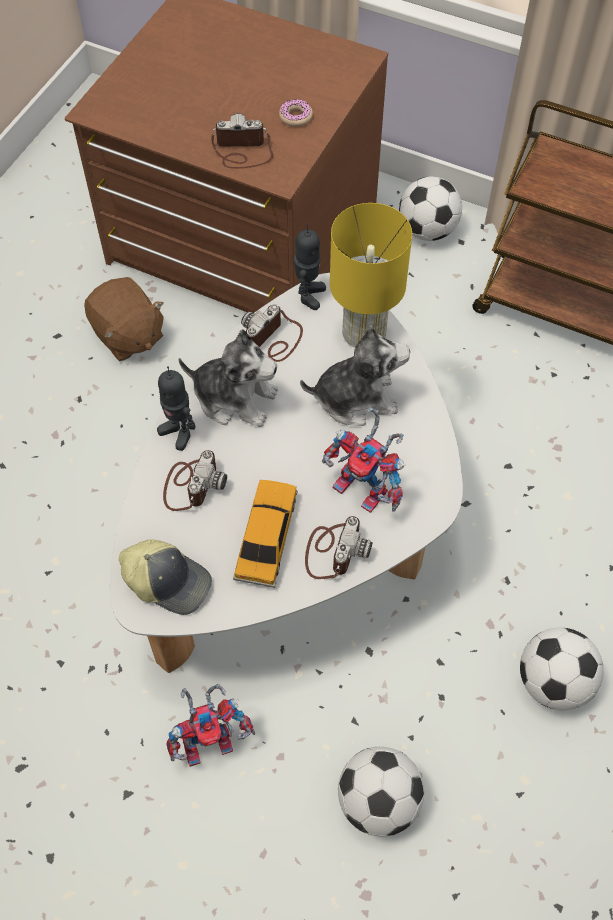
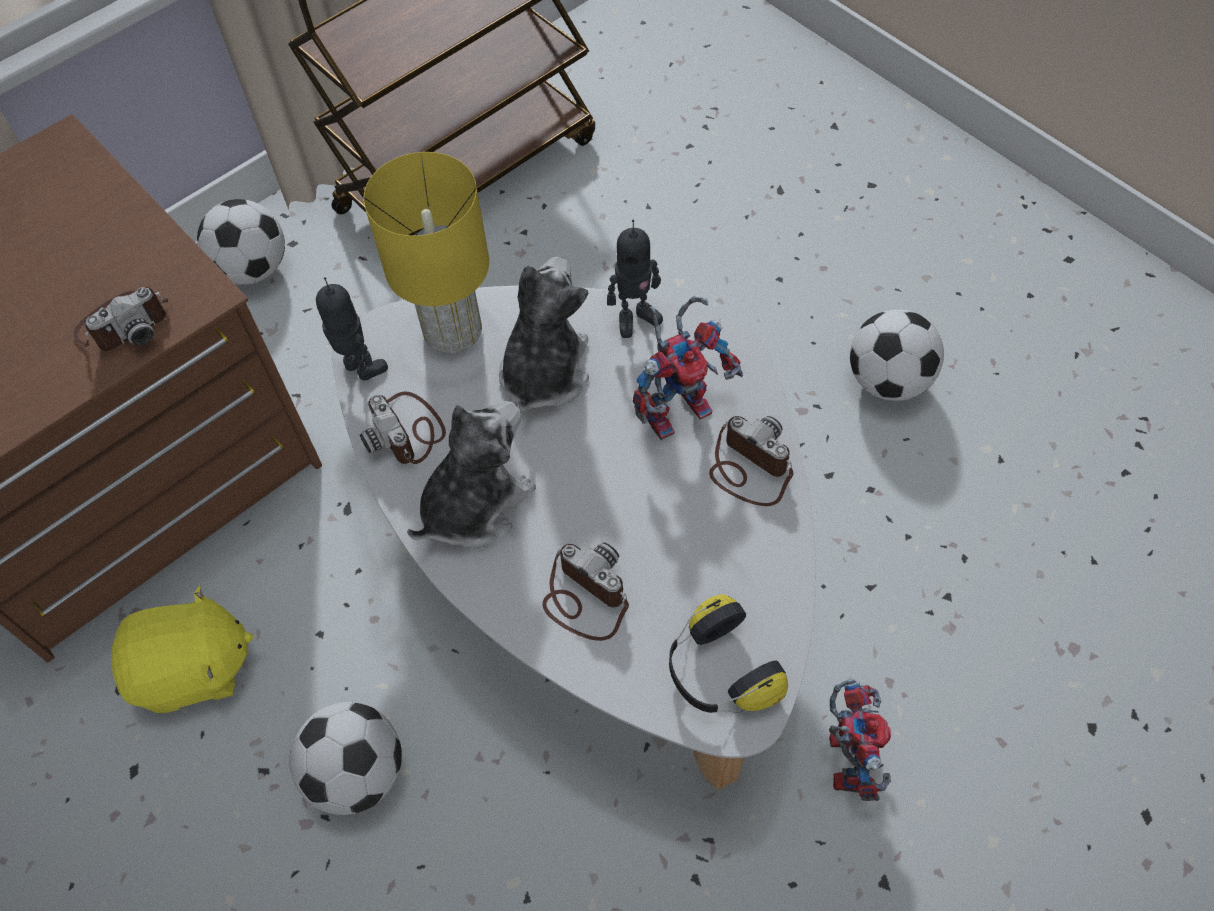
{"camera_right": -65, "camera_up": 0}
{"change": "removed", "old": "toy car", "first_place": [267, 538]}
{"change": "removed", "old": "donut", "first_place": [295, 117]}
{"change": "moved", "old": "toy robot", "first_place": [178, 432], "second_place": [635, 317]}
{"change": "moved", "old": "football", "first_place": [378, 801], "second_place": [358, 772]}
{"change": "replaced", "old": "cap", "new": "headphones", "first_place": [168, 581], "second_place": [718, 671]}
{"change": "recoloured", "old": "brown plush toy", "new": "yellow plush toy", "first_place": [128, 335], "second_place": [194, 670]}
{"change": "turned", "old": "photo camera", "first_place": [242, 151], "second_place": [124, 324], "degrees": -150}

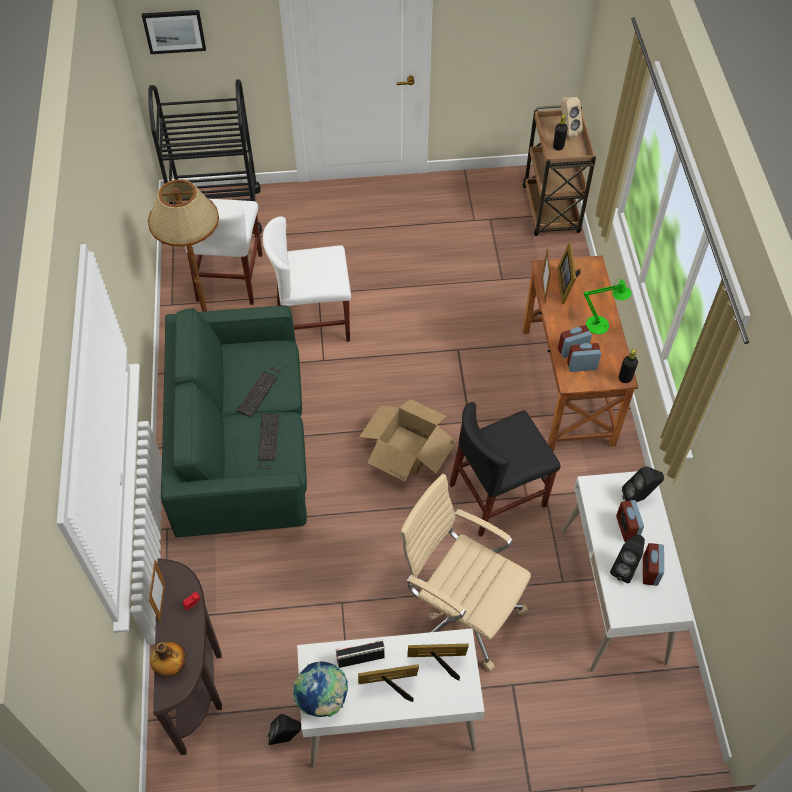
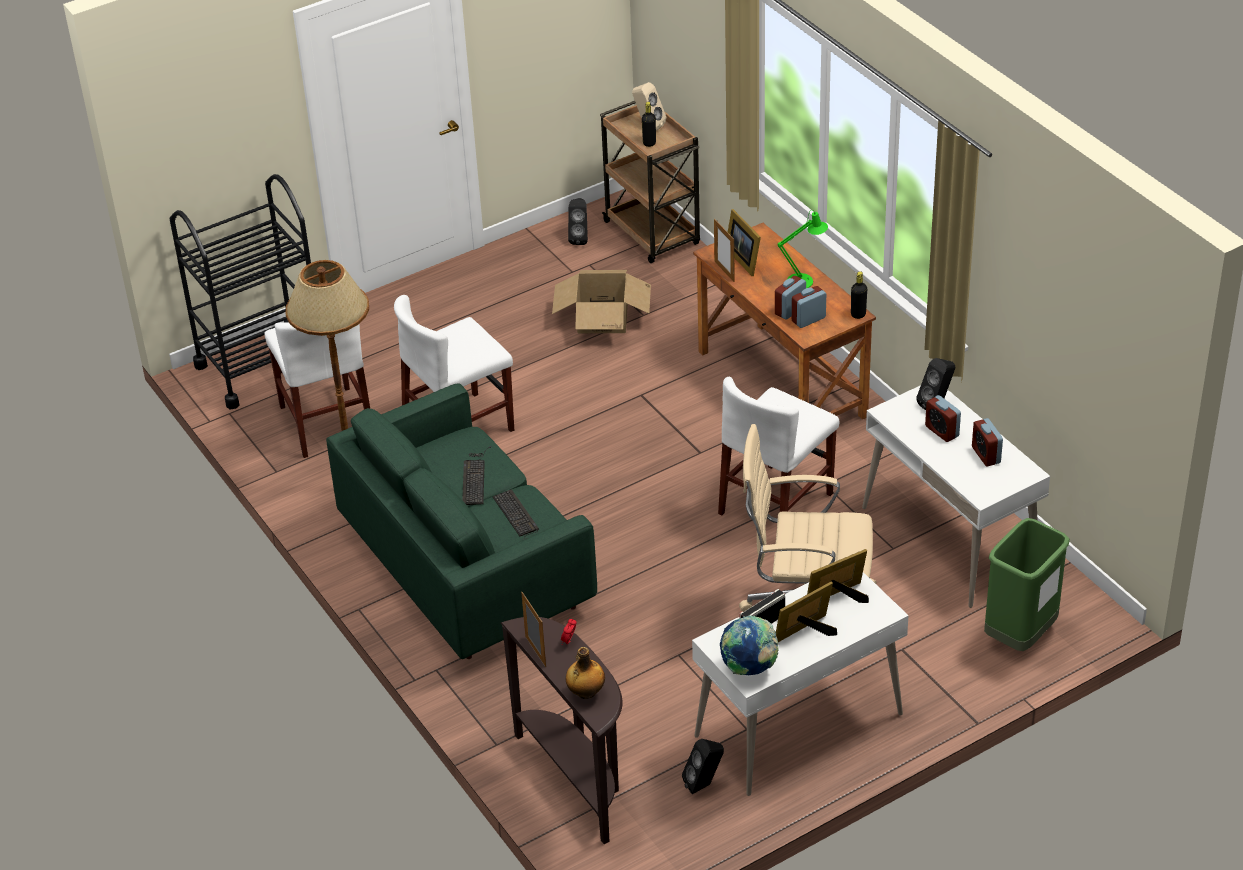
{"camera_right": -25, "camera_up": -15}
{"change": "removed", "old": "picture", "first_place": [174, 31]}
{"change": "added", "new": "green trash can", "second_place": [1020, 636]}
{"change": "moved", "old": "cardboard box", "first_place": [407, 450], "second_place": [603, 318]}
{"change": "moved", "old": "black speaker", "first_place": [625, 568], "second_place": [579, 238]}
{"change": "recoloured", "old": "black chair", "new": "white chair", "first_place": [498, 495], "second_place": [776, 503]}

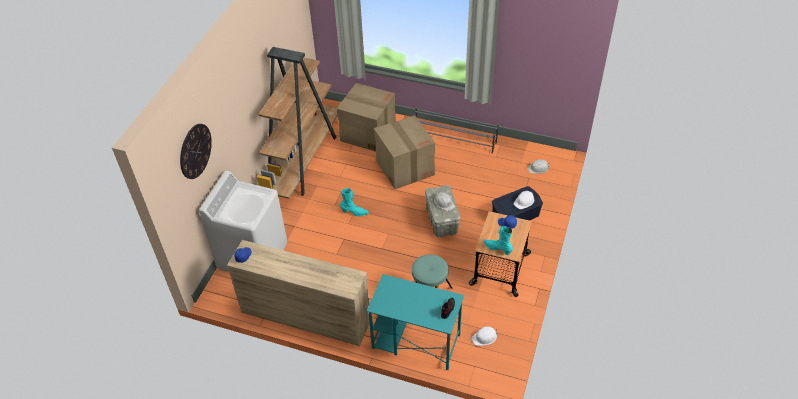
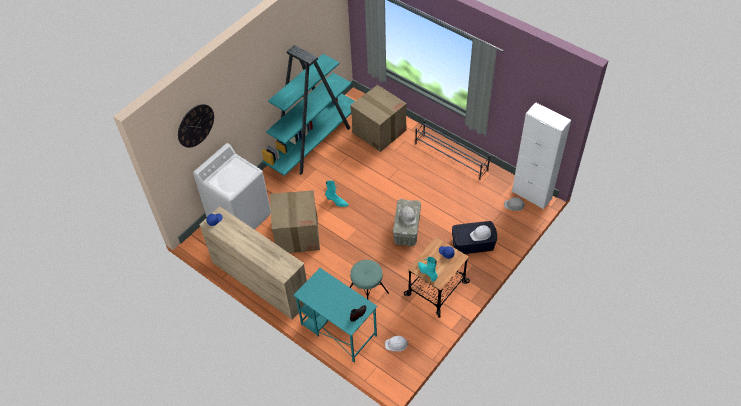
{"camera_right": 20, "camera_up": 5}
{"change": "added", "new": "white cabinet", "second_place": [531, 195]}
{"change": "moved", "old": "cardboard box", "first_place": [405, 167], "second_place": [297, 234]}
{"change": "recoloured", "old": "brown bookcase", "new": "turquoise bookcase", "first_place": [303, 160], "second_place": [314, 142]}

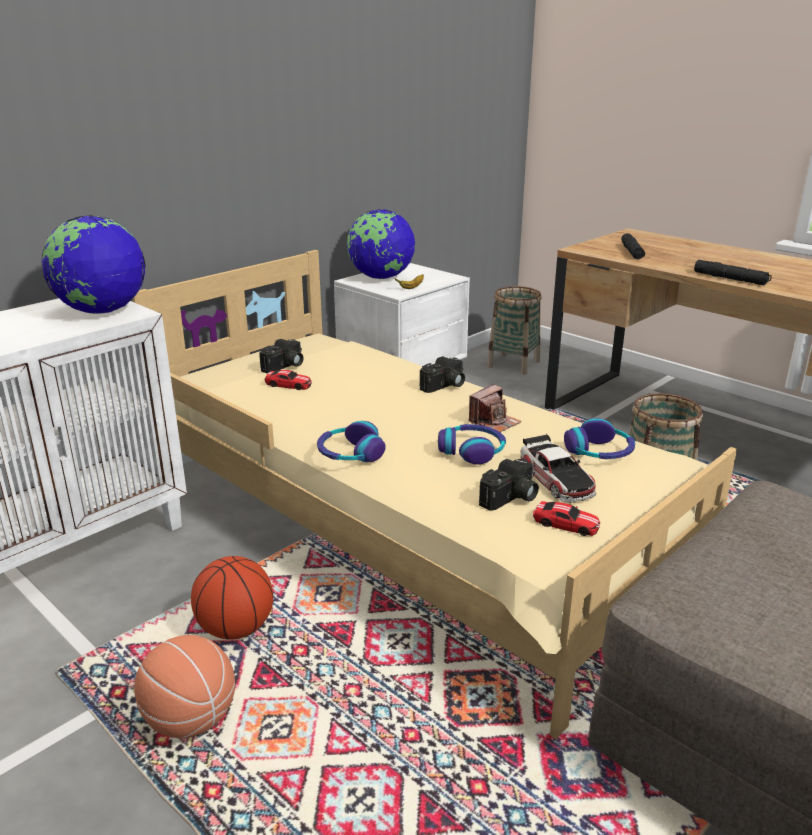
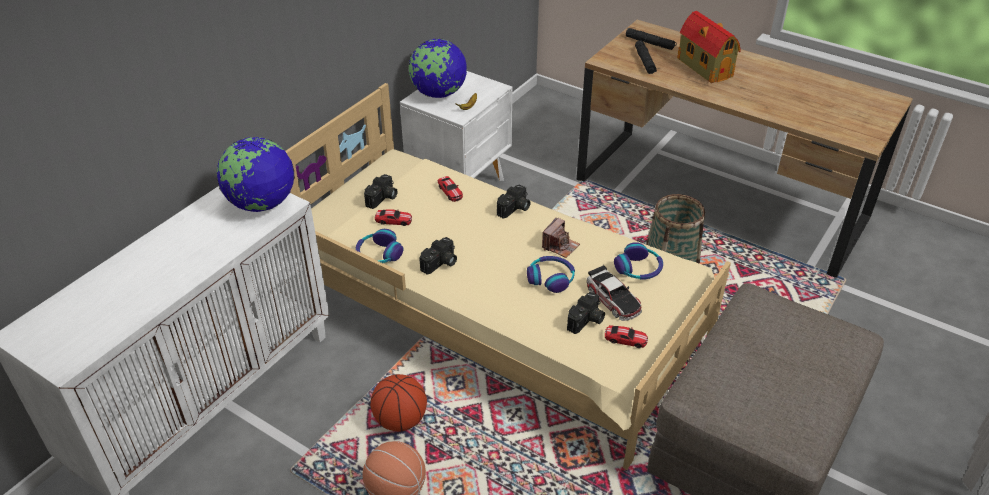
{"camera_right": -10, "camera_up": 15}
{"change": "removed", "old": "basket", "first_place": [513, 364]}
{"change": "added", "new": "photo camera", "second_place": [440, 264]}
{"change": "added", "new": "toy car", "second_place": [450, 191]}
{"change": "added", "new": "toy house", "second_place": [704, 67]}
{"change": "moved", "old": "headphones", "first_place": [350, 454], "second_place": [379, 254]}
{"change": "moved", "old": "black flashlight", "first_place": [730, 279], "second_place": [650, 43]}

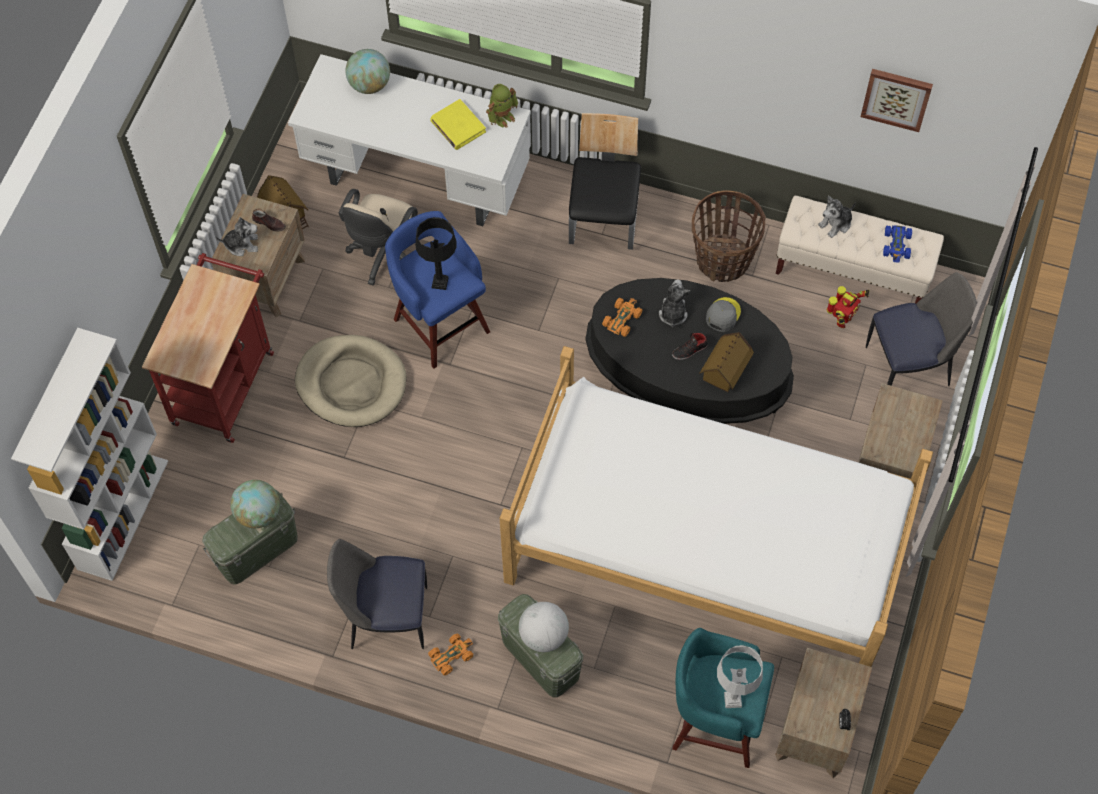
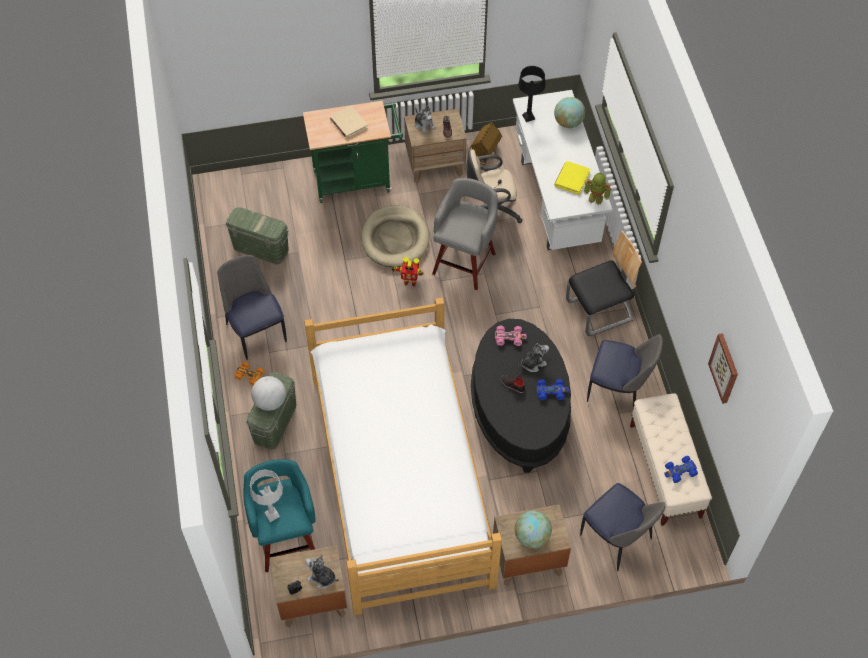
{"camera_right": 60, "camera_up": -5}
{"change": "removed", "old": "white bookcase", "first_place": [122, 513]}
{"change": "removed", "old": "toy house", "first_place": [724, 372]}
{"change": "added", "new": "beige book", "second_place": [348, 124]}
{"change": "moved", "old": "globe", "first_place": [258, 514], "second_place": [532, 536]}
{"change": "moved", "old": "black table lamp", "first_place": [440, 282], "second_place": [528, 117]}
{"change": "moved", "old": "plush toy", "first_place": [836, 224], "second_place": [322, 578]}
{"change": "moved", "old": "toy robot", "first_place": [842, 320], "second_place": [409, 281]}
{"change": "replaced", "old": "basket", "new": "chair", "first_place": [723, 260], "second_place": [618, 390]}
{"change": "replaced", "old": "grey cap", "new": "blue toy car", "first_place": [722, 315], "second_place": [551, 391]}
{"change": "recoloured", "old": "red cart", "new": "green cart", "first_place": [225, 381], "second_place": [357, 180]}
{"change": "recoloured", "old": "blue stool", "new": "grey stool", "first_place": [440, 323], "second_place": [465, 262]}
{"change": "recoloured", "old": "orange toy car", "new": "pink toy car", "first_place": [622, 319], "second_place": [509, 337]}

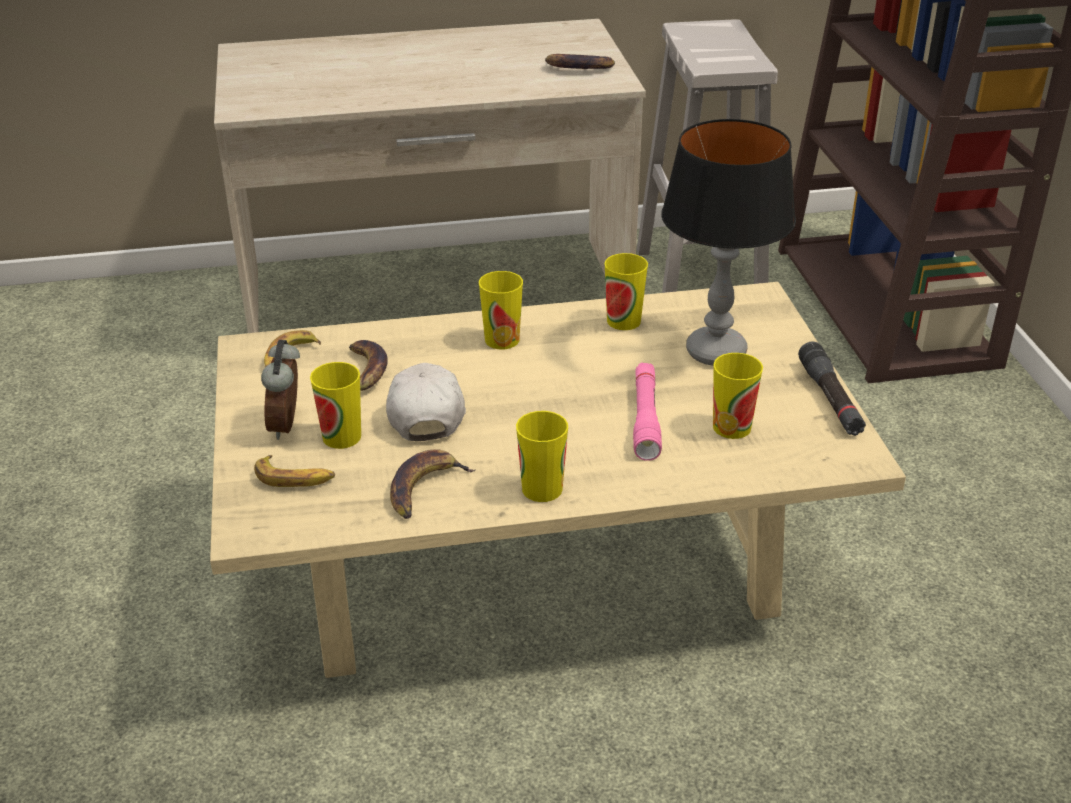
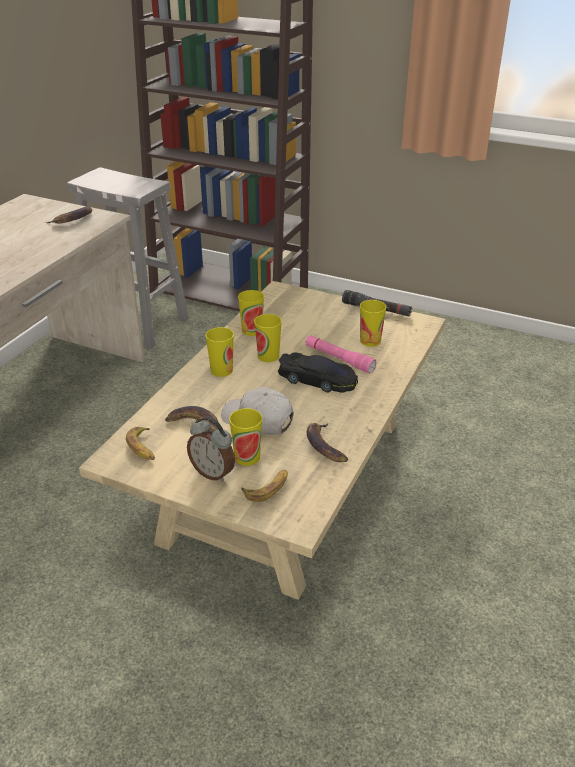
{"camera_right": -55, "camera_up": 0}
{"change": "removed", "old": "table lamp", "first_place": [716, 352]}
{"change": "added", "new": "black toy car", "second_place": [317, 379]}
{"change": "moved", "old": "cup", "first_place": [542, 489], "second_place": [268, 356]}

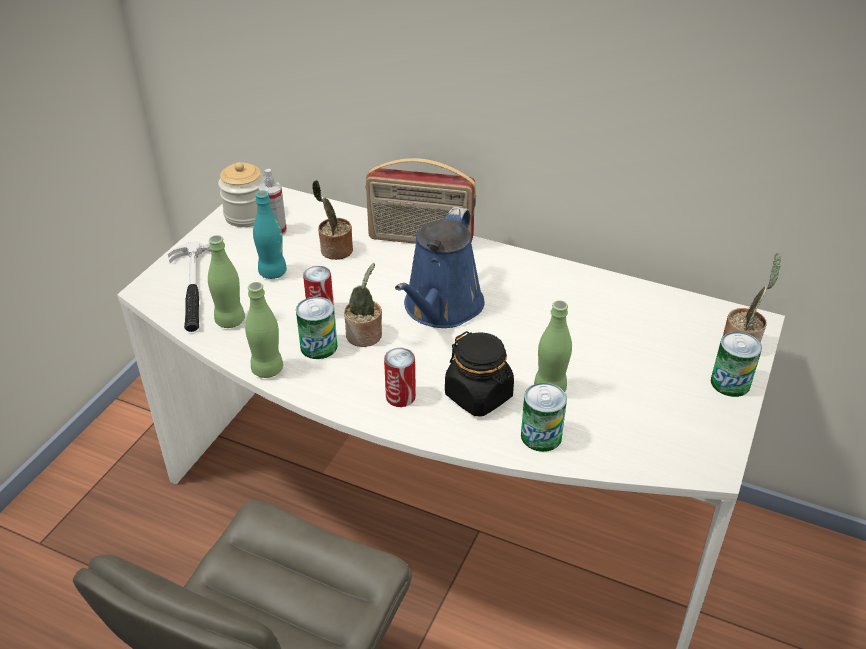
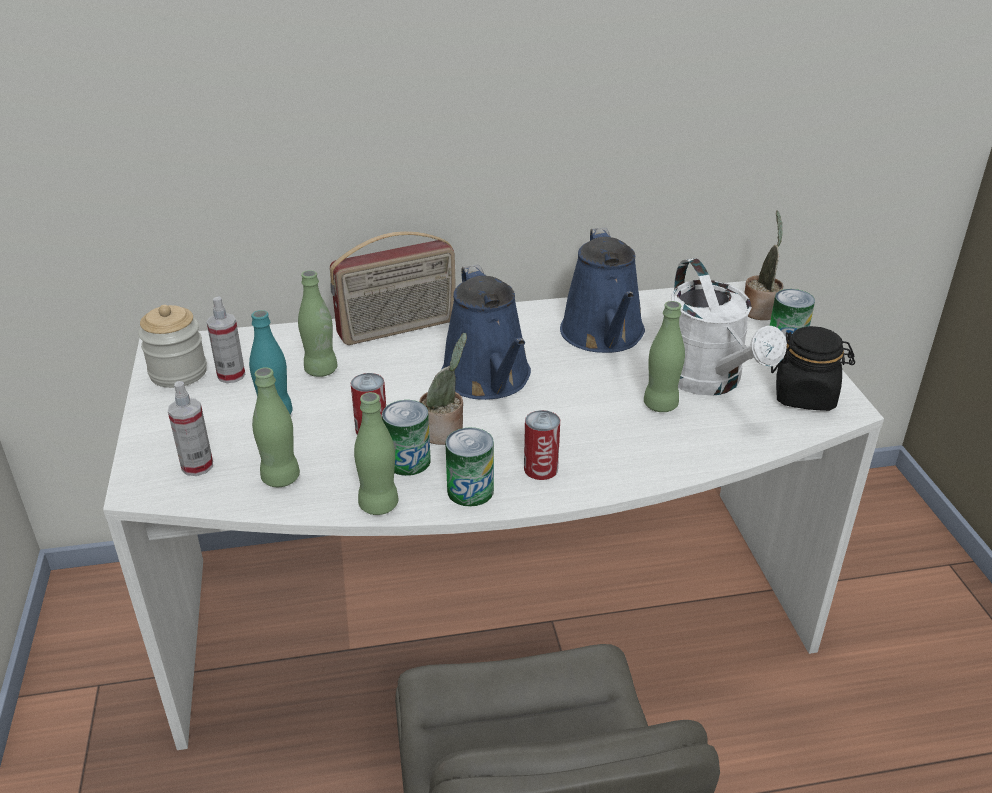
{"camera_right": -35, "camera_up": -5}
{"change": "added", "new": "blue watering can", "second_place": [604, 336]}
{"change": "added", "new": "white watering can", "second_place": [709, 382]}
{"change": "moved", "old": "black jar", "first_place": [479, 396], "second_place": [805, 396]}
{"change": "moved", "old": "can", "first_place": [541, 436], "second_place": [470, 491]}
{"change": "replaced", "old": "hammer", "new": "spray bottle", "first_place": [192, 289], "second_place": [197, 466]}
{"change": "replaced", "old": "potted plant", "new": "green bottle", "first_place": [334, 251], "second_place": [321, 370]}

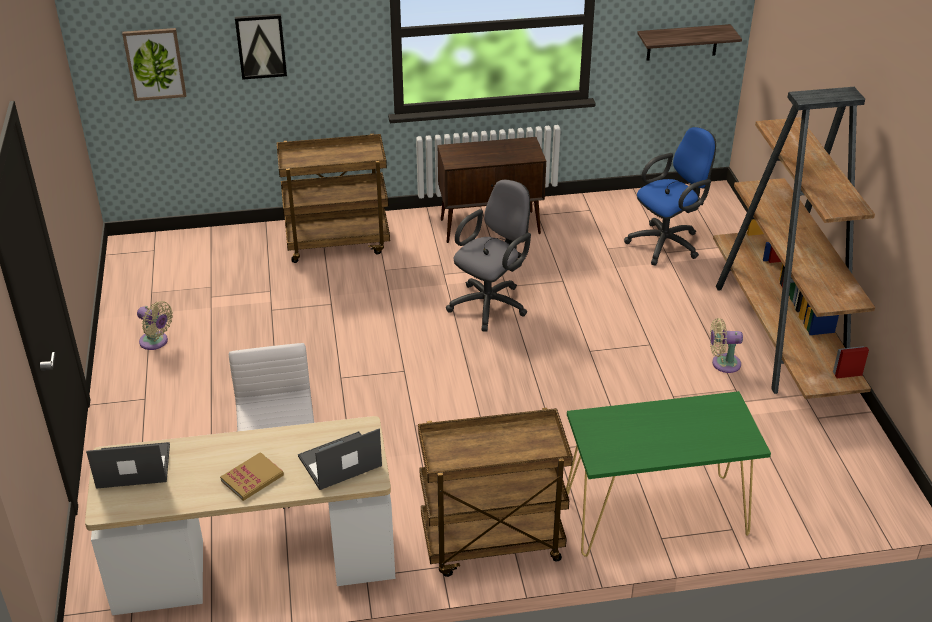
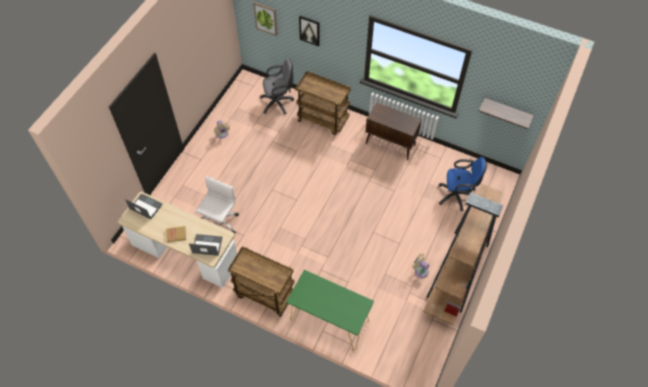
{"camera_right": 35, "camera_up": 20}
{"change": "moved", "old": "grey office chair", "first_place": [491, 304], "second_place": [278, 102]}

